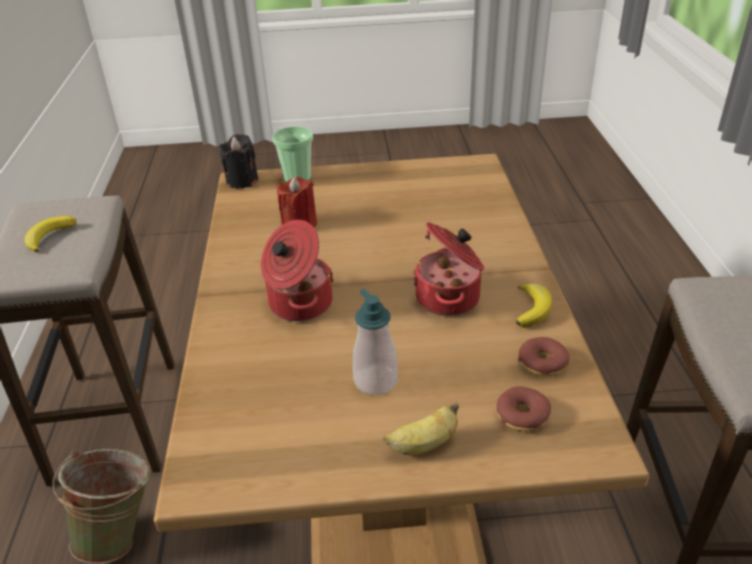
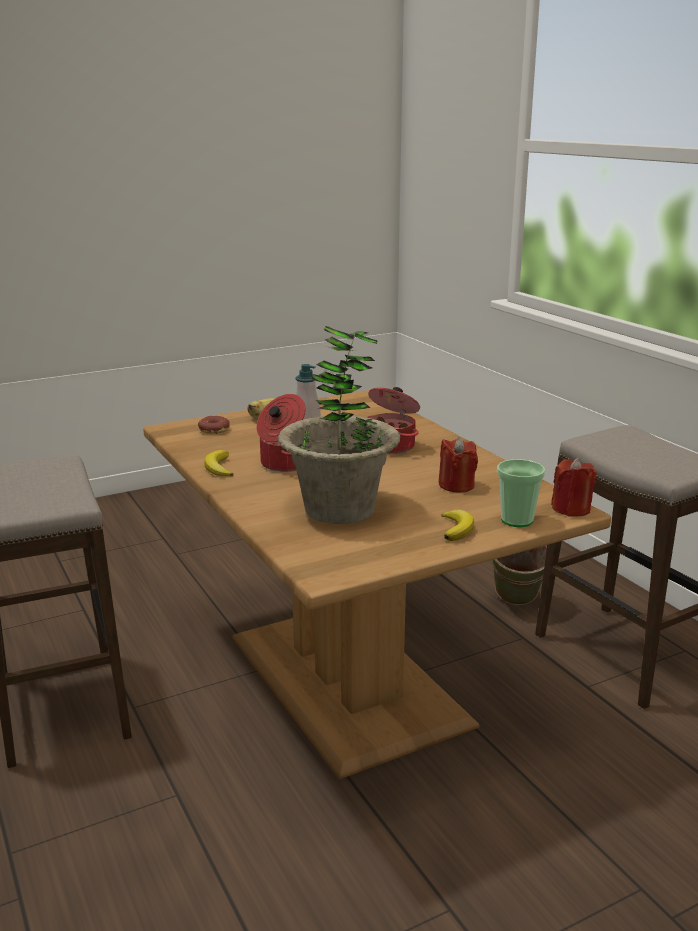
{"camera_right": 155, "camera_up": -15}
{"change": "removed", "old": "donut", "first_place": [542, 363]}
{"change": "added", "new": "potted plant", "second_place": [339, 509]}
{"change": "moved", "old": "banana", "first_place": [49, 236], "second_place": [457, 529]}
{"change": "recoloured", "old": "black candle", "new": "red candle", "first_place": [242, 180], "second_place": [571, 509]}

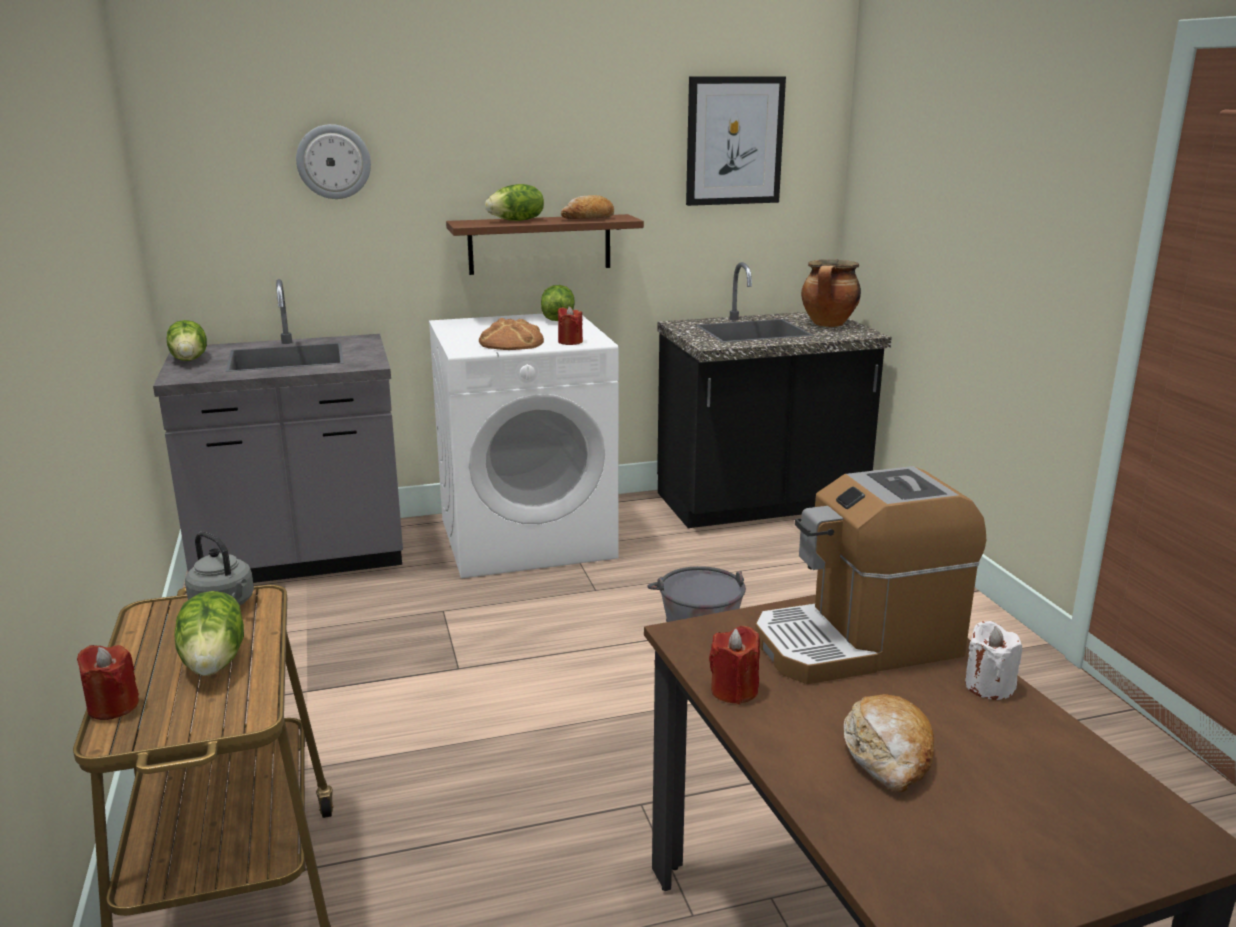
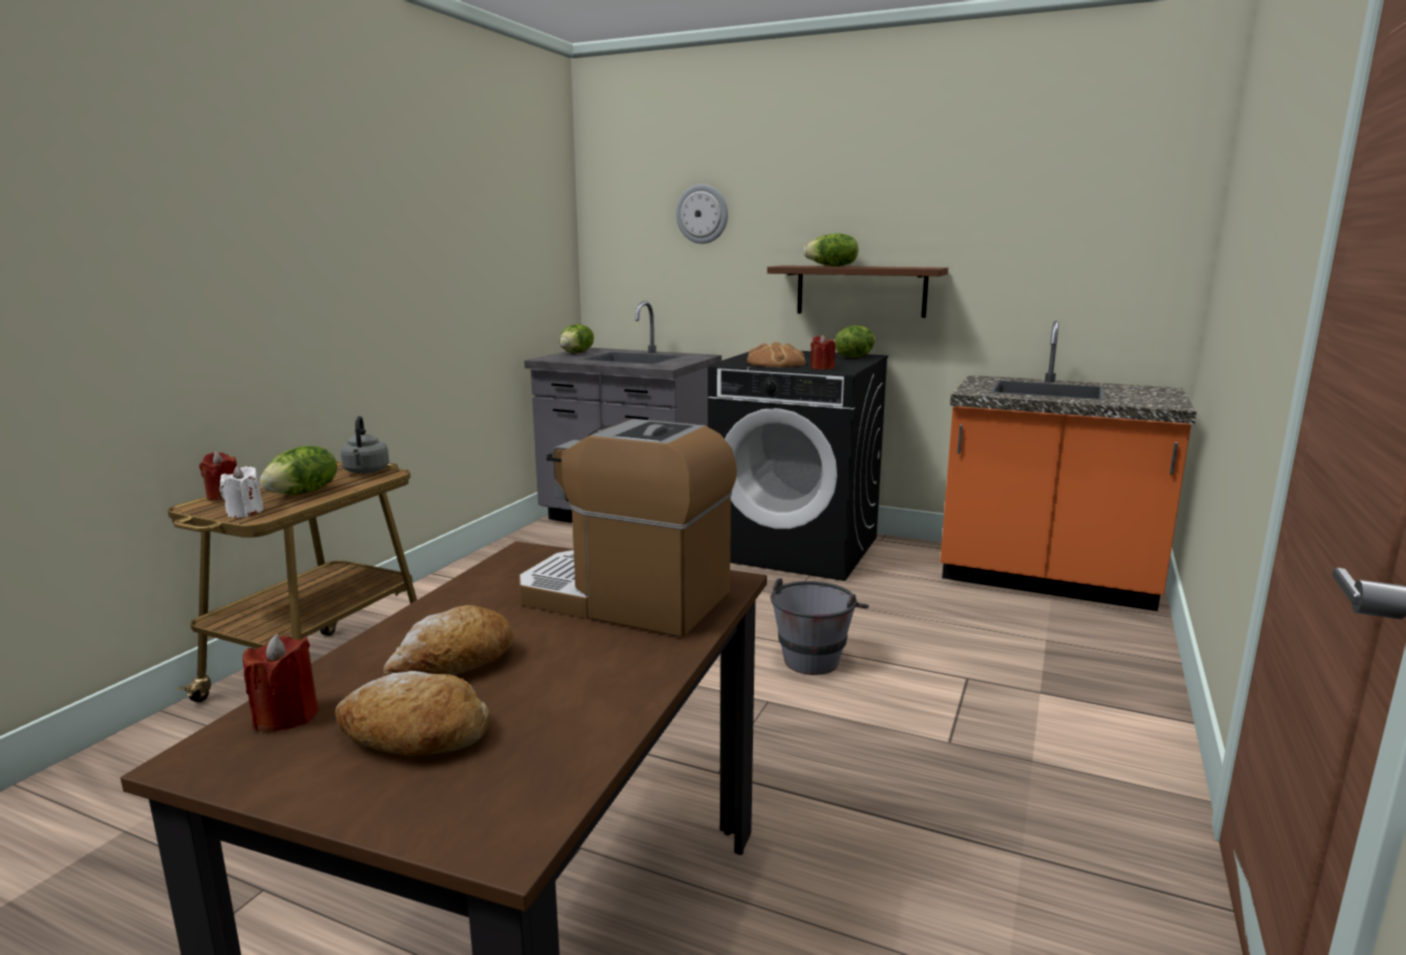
{"camera_right": 40, "camera_up": -5}
{"change": "removed", "old": "picture", "first_place": [734, 141]}
{"change": "removed", "old": "cooking pot", "first_place": [828, 324]}
{"change": "moved", "old": "bread", "first_place": [588, 218], "second_place": [414, 736]}
{"change": "moved", "old": "red candle", "first_place": [734, 691], "second_place": [286, 716]}
{"change": "moved", "old": "white candle", "first_place": [989, 686], "second_place": [244, 513]}
{"change": "recoloured", "old": "white washing machine", "new": "black washing machine", "first_place": [527, 537], "second_place": [796, 548]}
{"change": "recoloured", "old": "black counter", "new": "orange counter", "first_place": [761, 504], "second_place": [1046, 580]}

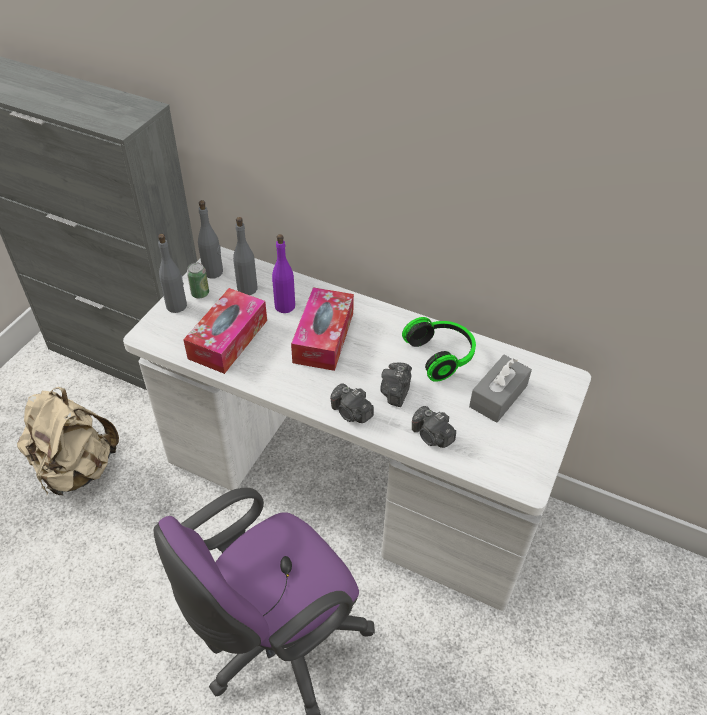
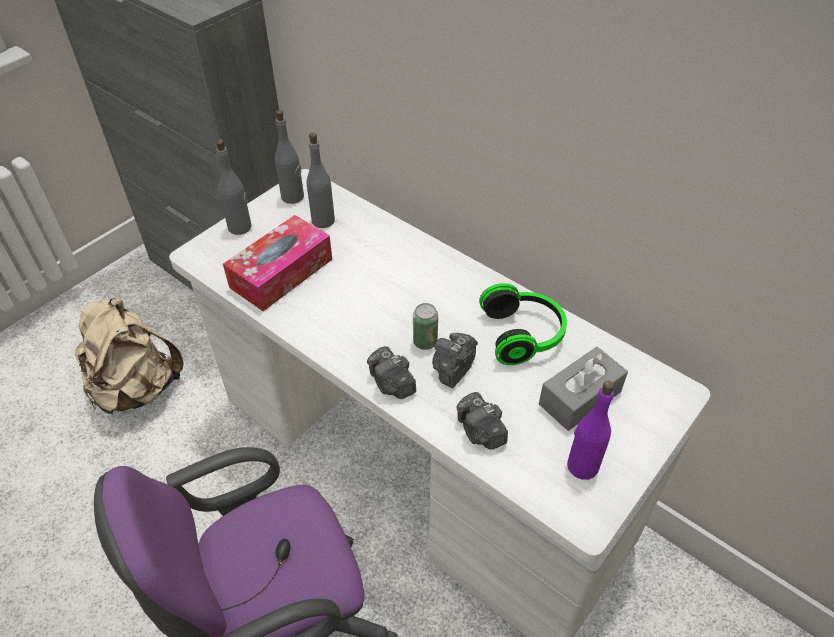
{"camera_right": 15, "camera_up": 0}
{"change": "removed", "old": "tissue box", "first_place": [323, 337]}
{"change": "moved", "old": "can", "first_place": [200, 293], "second_place": [425, 342]}
{"change": "moved", "old": "purple bottle", "first_place": [284, 306], "second_place": [582, 466]}

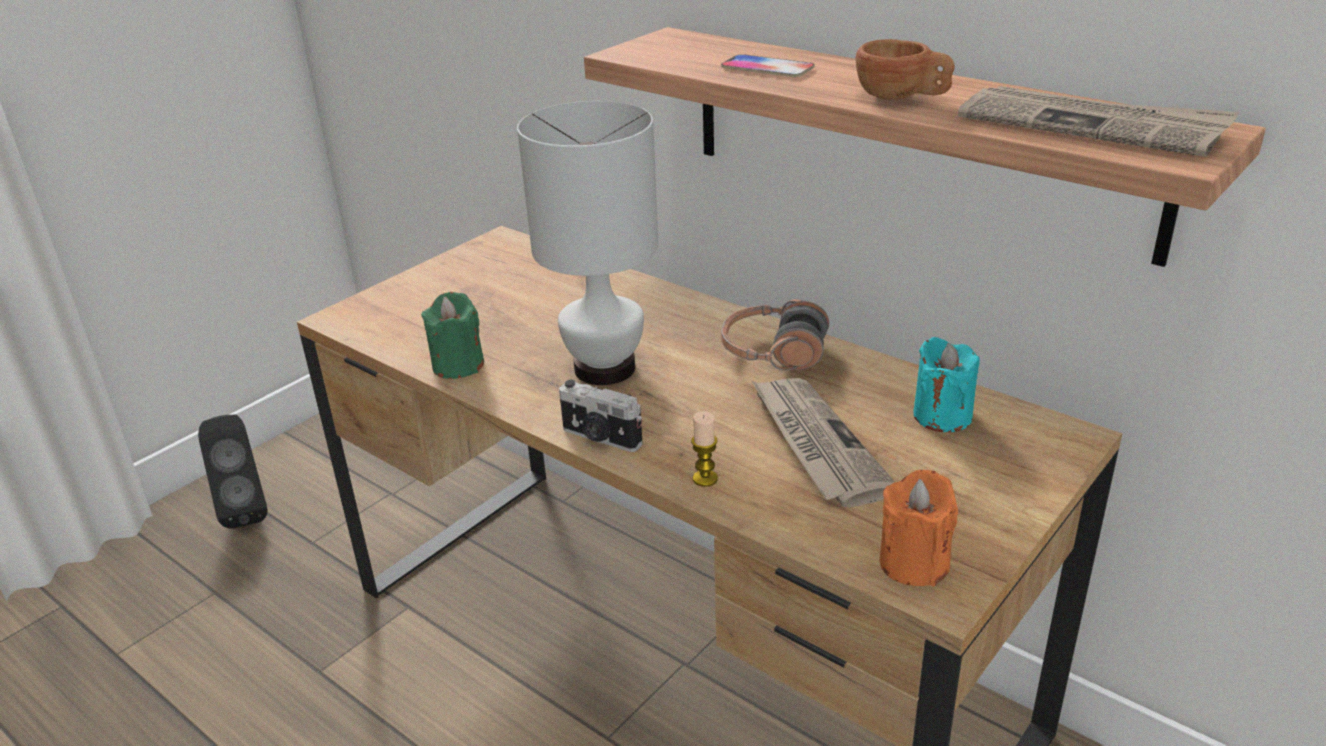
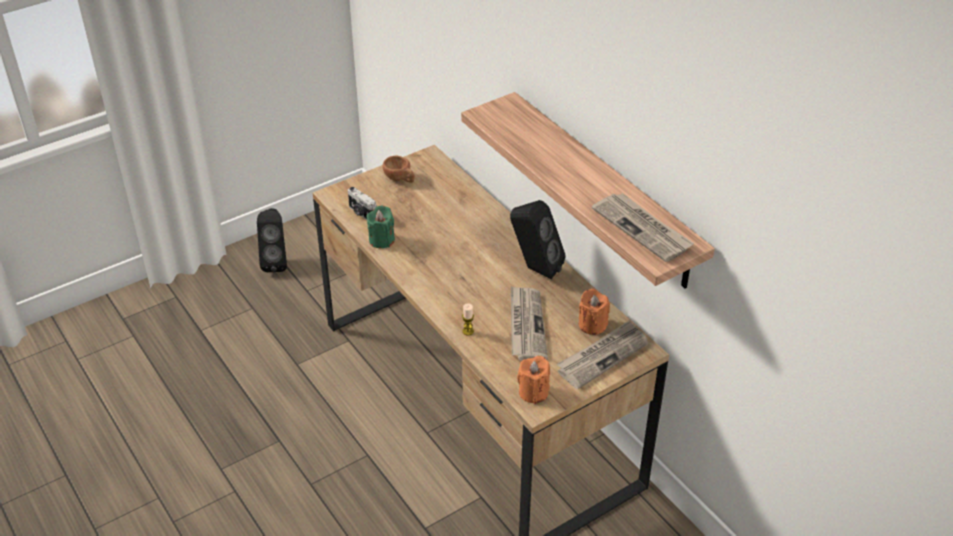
{"camera_right": 15, "camera_up": 10}
{"change": "removed", "old": "white table lamp", "first_place": [604, 368]}
{"change": "removed", "old": "phone", "first_place": [767, 68]}
{"change": "added", "new": "newspaper", "second_place": [602, 356]}
{"change": "moved", "old": "photo camera", "first_place": [600, 438], "second_place": [362, 214]}
{"change": "moved", "old": "brown cup", "first_place": [901, 98], "second_place": [400, 179]}
{"change": "replaced", "old": "headphones", "new": "black speaker", "first_place": [773, 352], "second_place": [534, 268]}
{"change": "recoloured", "old": "turquoise candle", "new": "orange candle", "first_place": [942, 416], "second_place": [592, 325]}

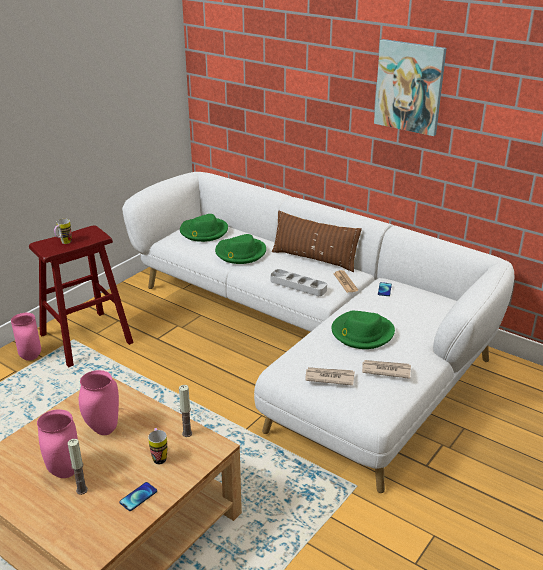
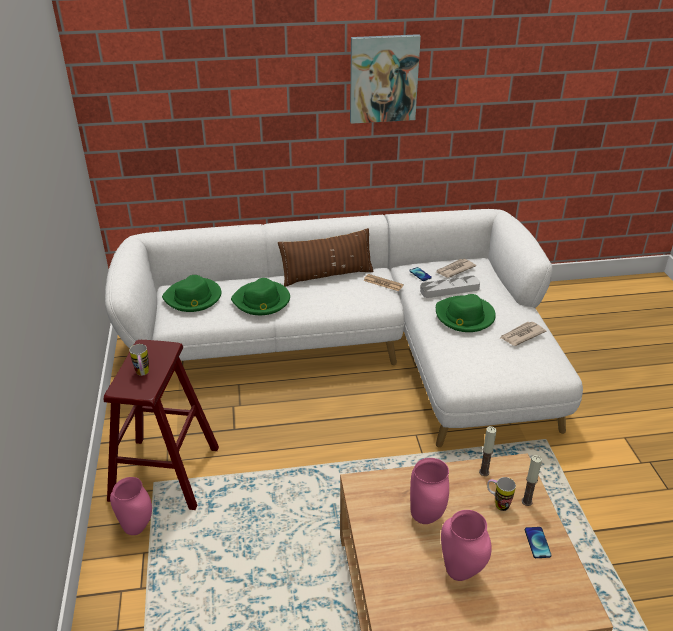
{"camera_right": -45, "camera_up": 5}
{"change": "moved", "old": "candle", "first_place": [82, 490], "second_place": [526, 501]}
{"change": "moved", "old": "grey tray", "first_place": [298, 285], "second_place": [449, 290]}
{"change": "moved", "old": "newspaper", "first_place": [329, 377], "second_place": [454, 269]}

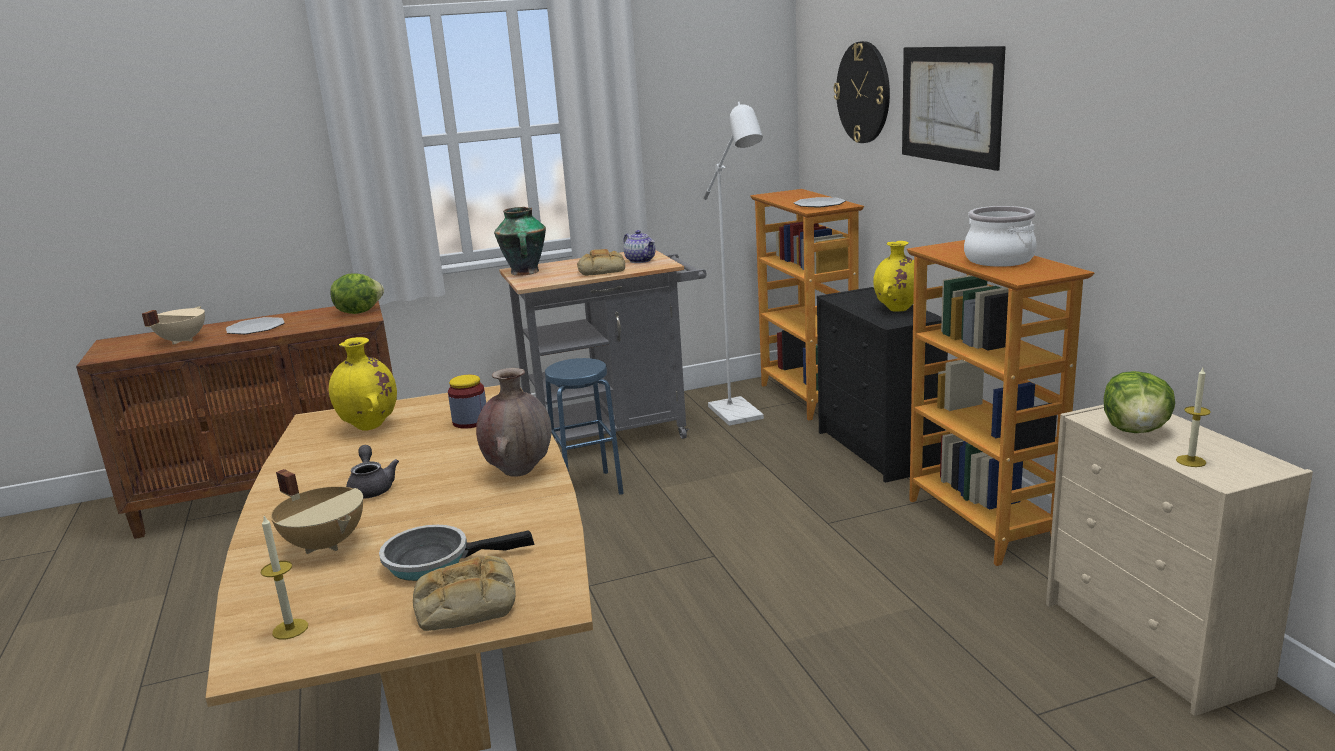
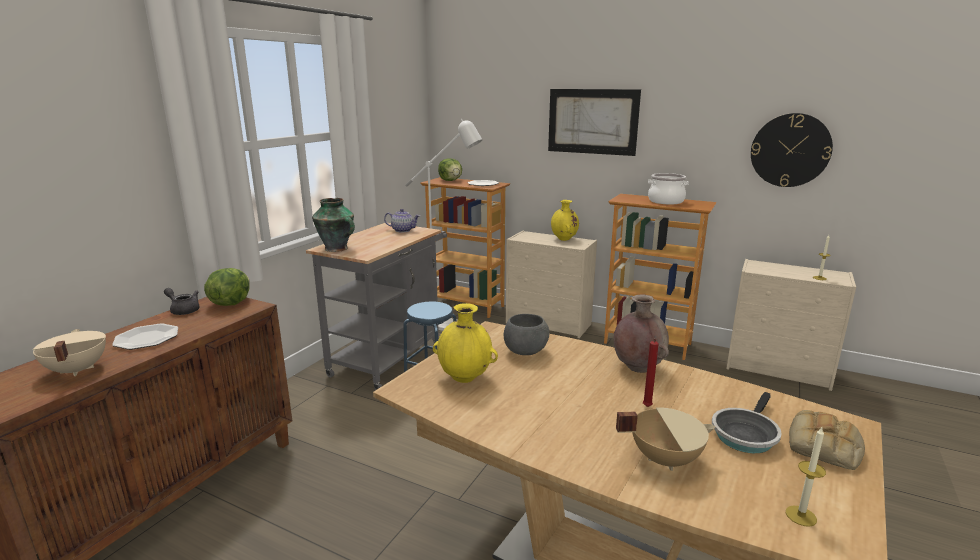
{"camera_right": -45, "camera_up": 0}
{"change": "removed", "old": "bread", "first_place": [602, 270]}
{"change": "added", "new": "red candle", "second_place": [646, 407]}
{"change": "moved", "old": "grey teapot", "first_place": [371, 488], "second_place": [183, 310]}
{"change": "moved", "old": "wall clock", "first_place": [863, 92], "second_place": [790, 150]}
{"change": "moved", "old": "lettuce", "first_place": [1136, 431], "second_place": [451, 180]}
{"change": "replaced", "old": "jar", "new": "grey bowl", "first_place": [470, 421], "second_place": [526, 352]}
{"change": "recoloured", "old": "black dresser", "new": "beige dresser", "first_place": [879, 450], "second_place": [549, 323]}

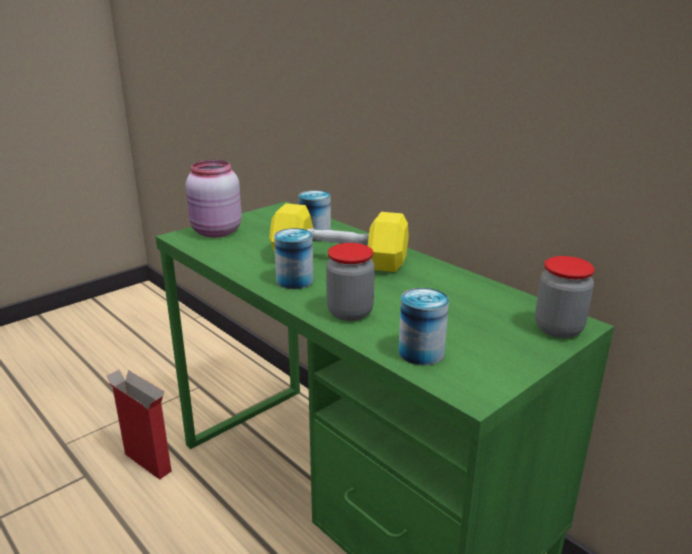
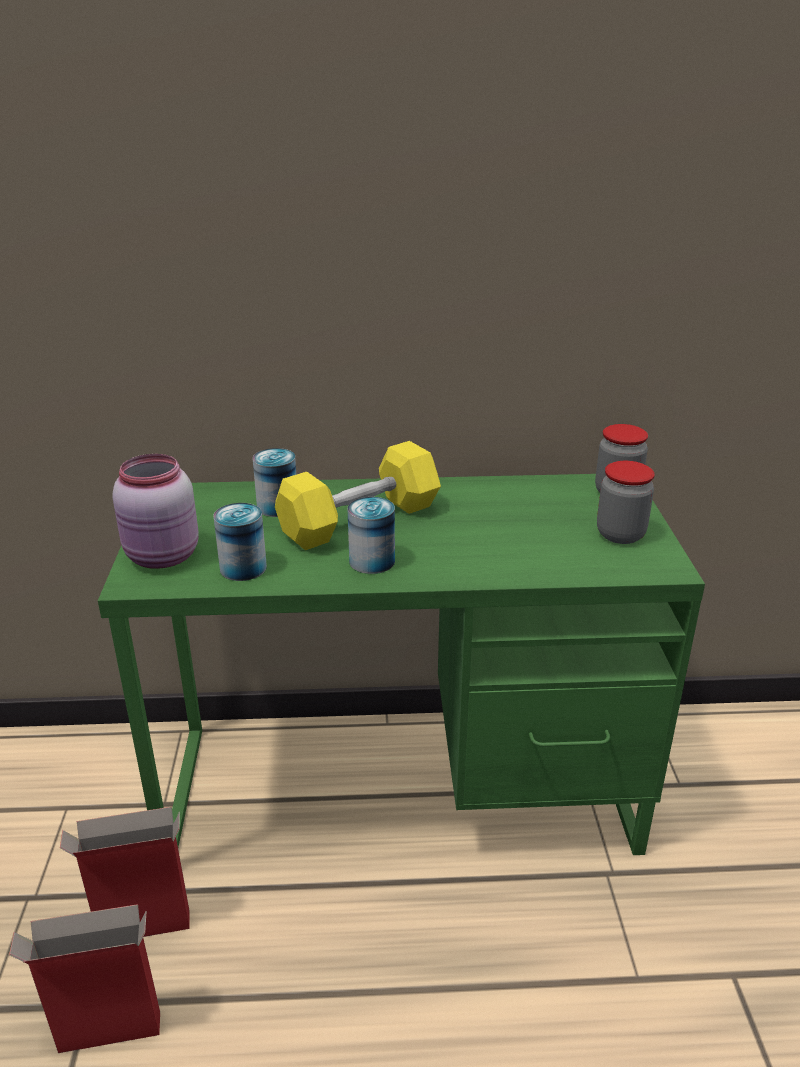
{"camera_right": -50, "camera_up": 5}
{"change": "added", "new": "cardboard box", "second_place": [107, 1033]}
{"change": "moved", "old": "jar", "first_place": [350, 312], "second_place": [620, 534]}
{"change": "moved", "old": "can", "first_place": [421, 352], "second_place": [243, 568]}

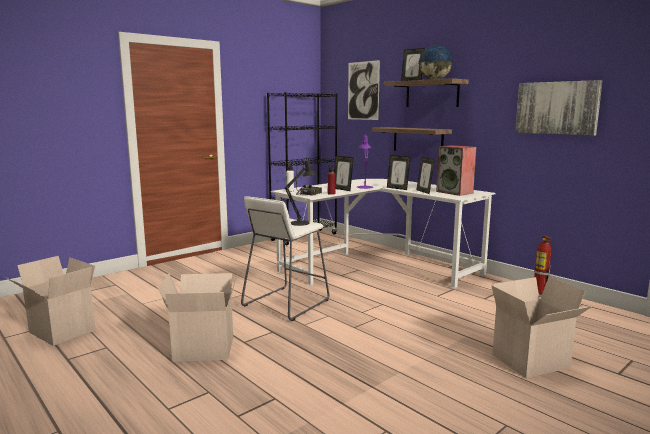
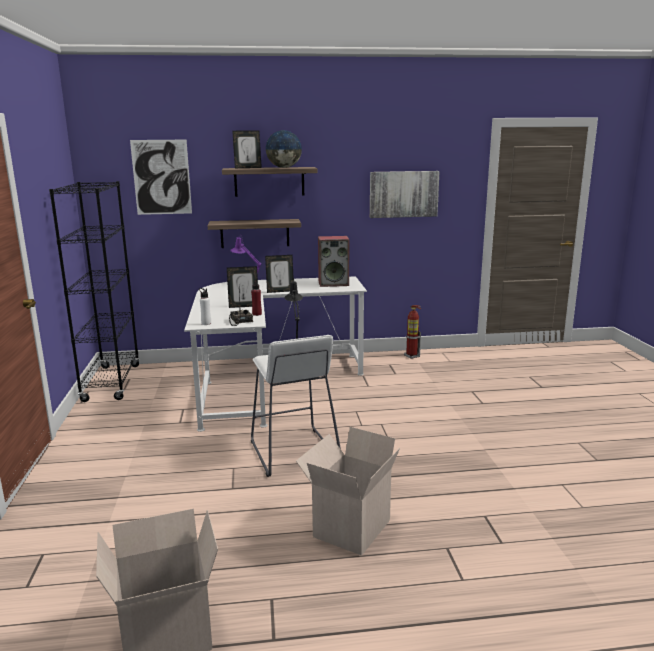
{"camera_right": -55, "camera_up": 5}
{"change": "removed", "old": "picture frame", "first_place": [424, 191]}
{"change": "removed", "old": "cardboard box", "first_place": [531, 362]}

